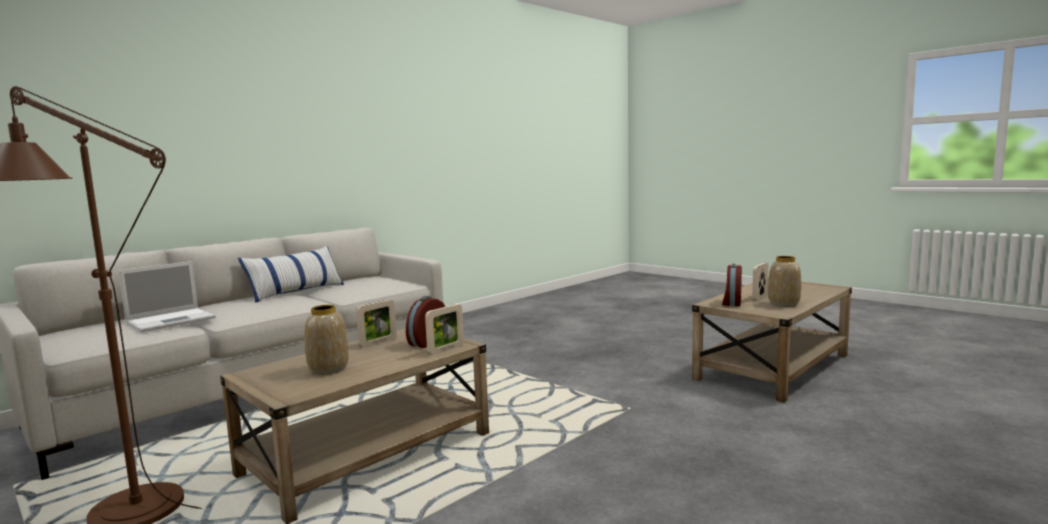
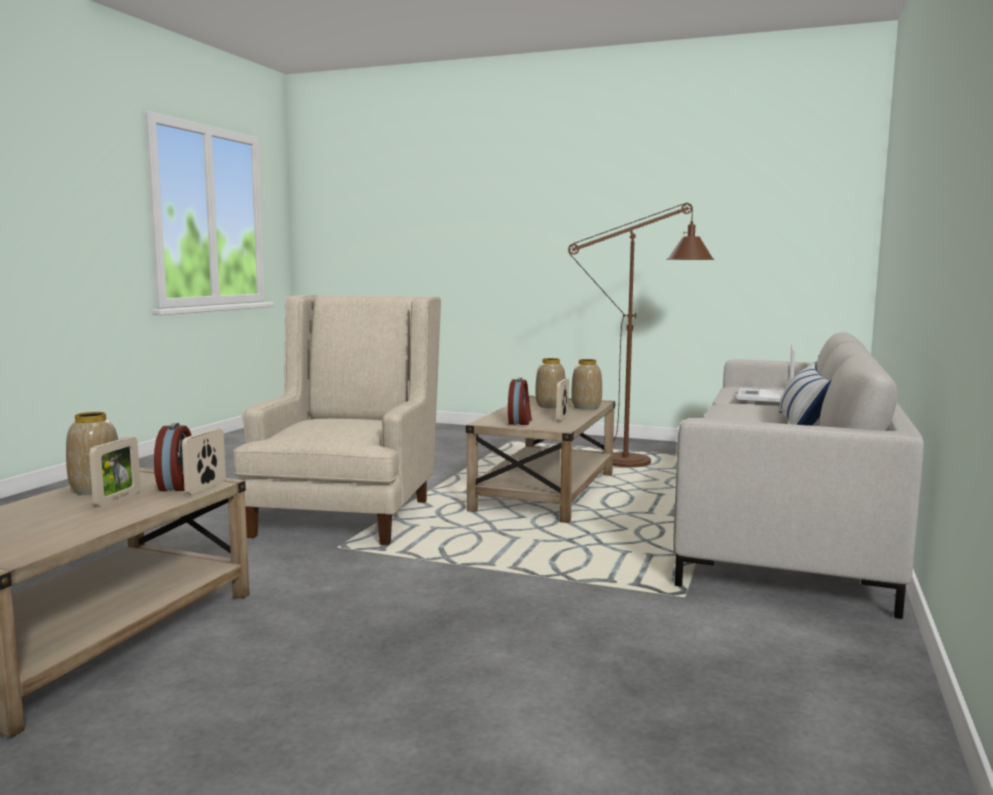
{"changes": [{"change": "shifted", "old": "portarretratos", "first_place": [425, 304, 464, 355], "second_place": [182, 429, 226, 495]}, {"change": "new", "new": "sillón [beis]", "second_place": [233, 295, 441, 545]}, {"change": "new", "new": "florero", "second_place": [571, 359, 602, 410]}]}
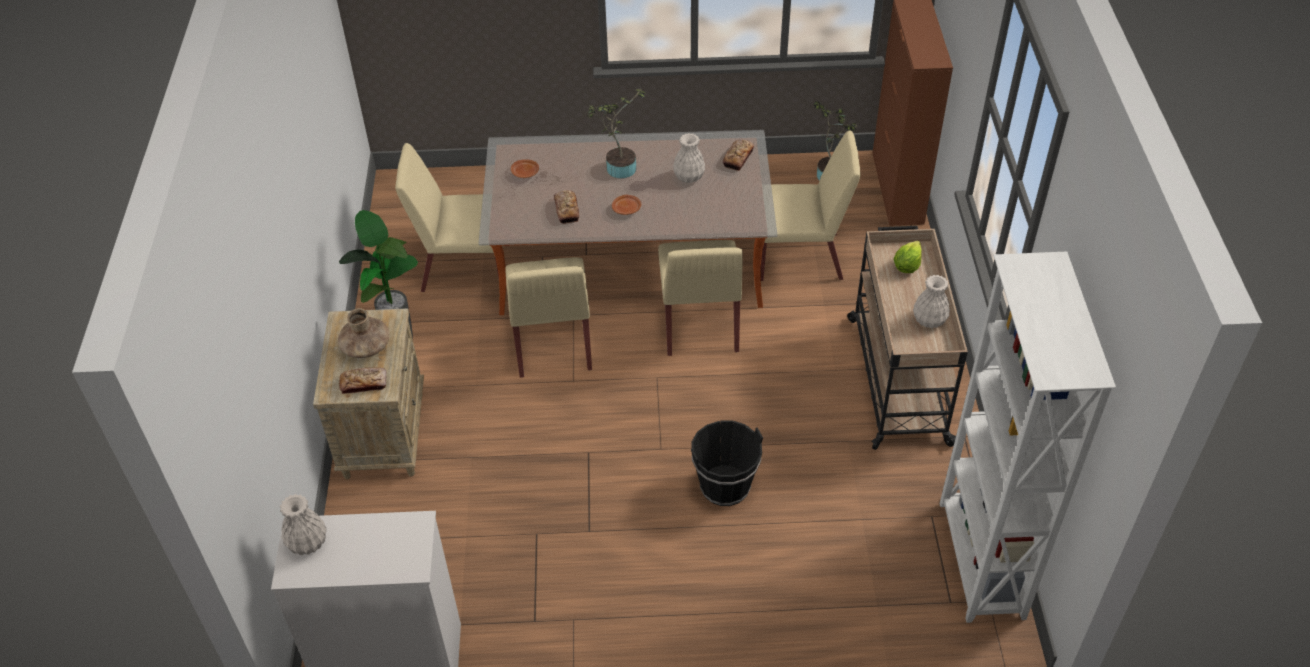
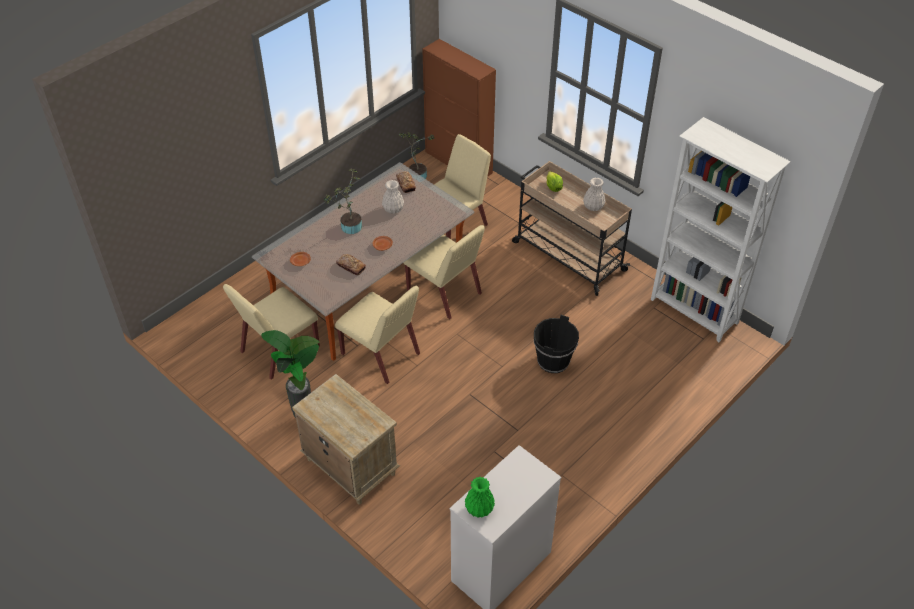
{"changes": [{"change": "repainted", "old": "florero [blanco]", "new": "florero [verde]", "first_place": [280, 494, 326, 555], "second_place": [465, 477, 495, 518]}, {"change": "gone", "old": "florero [marrón]", "first_place": [338, 308, 390, 358]}, {"change": "gone", "old": "pan", "first_place": [339, 367, 386, 394]}]}
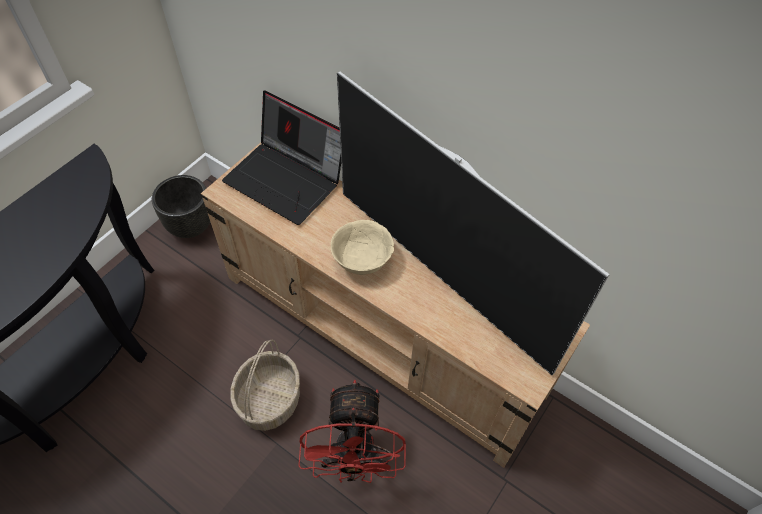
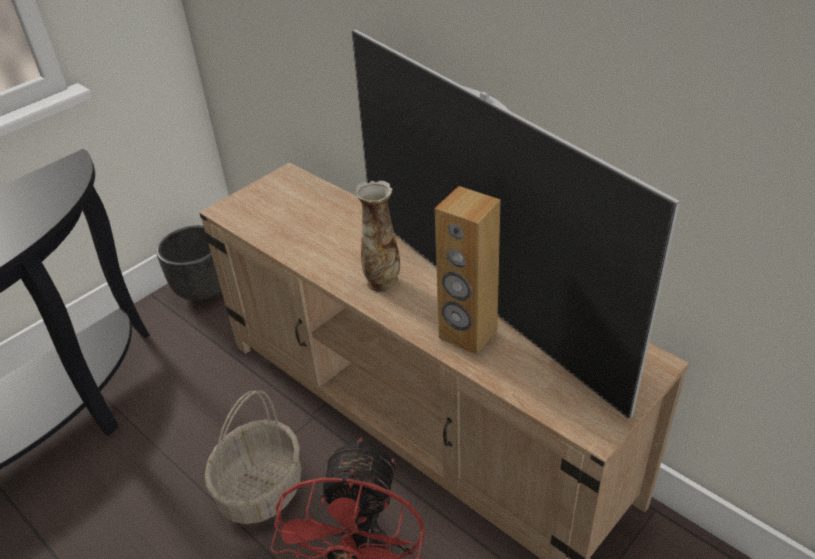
{"changes": [{"change": "gone", "old": "portátil", "first_place": [222, 91, 341, 225]}, {"change": "swapped", "old": "cuenco [beis]", "new": "florero", "first_place": [331, 220, 394, 275], "second_place": [354, 181, 400, 292]}, {"change": "new", "new": "altavoz [marrón]", "second_place": [435, 186, 500, 355]}]}
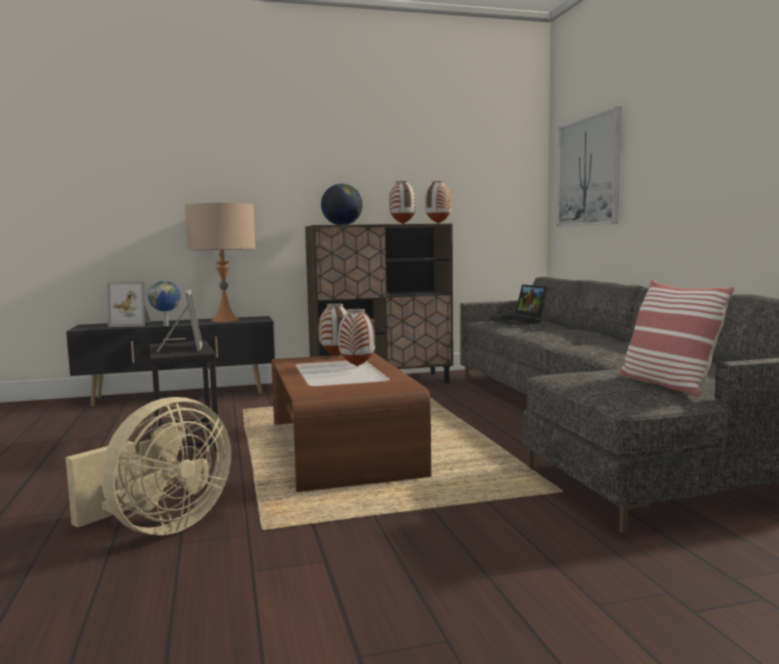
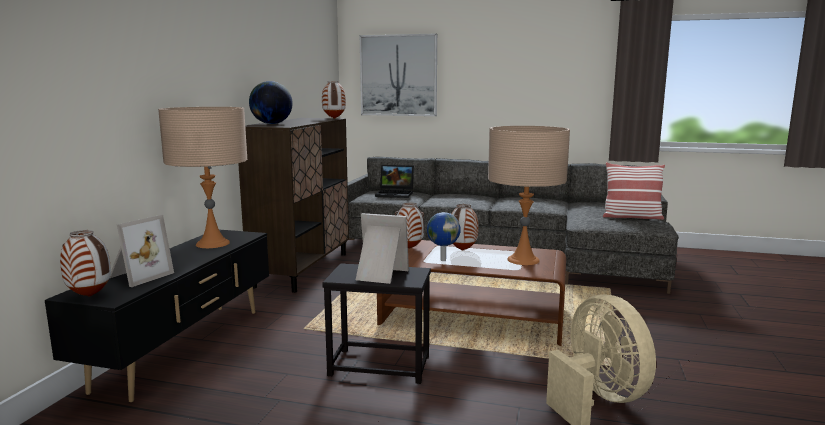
{"changes": [{"change": "shifted", "old": "globo terráqueo", "first_place": [148, 281, 180, 326], "second_place": [427, 212, 461, 261]}, {"change": "shifted", "old": "florero", "first_place": [389, 181, 416, 224], "second_place": [60, 230, 111, 297]}, {"change": "new", "new": "lámpara de mesa [beis]", "second_place": [488, 126, 570, 265]}]}
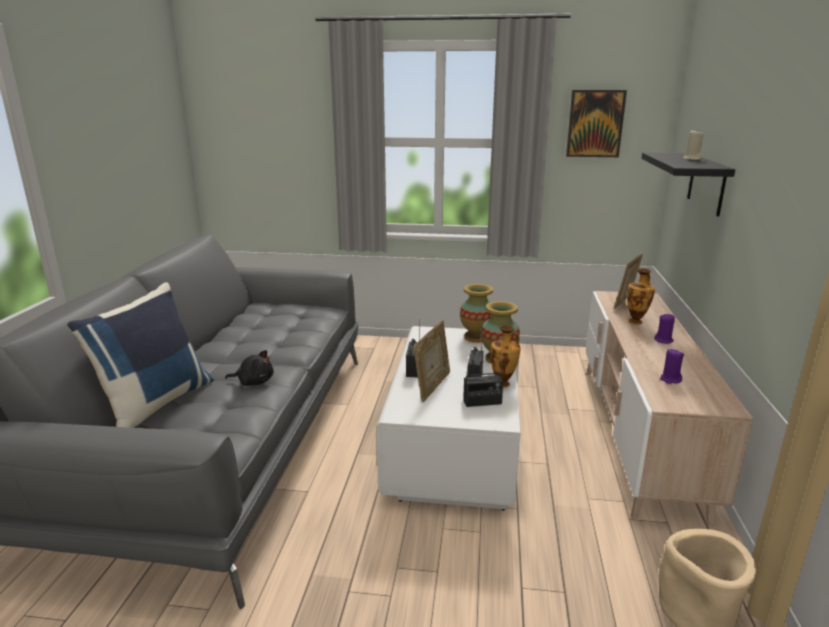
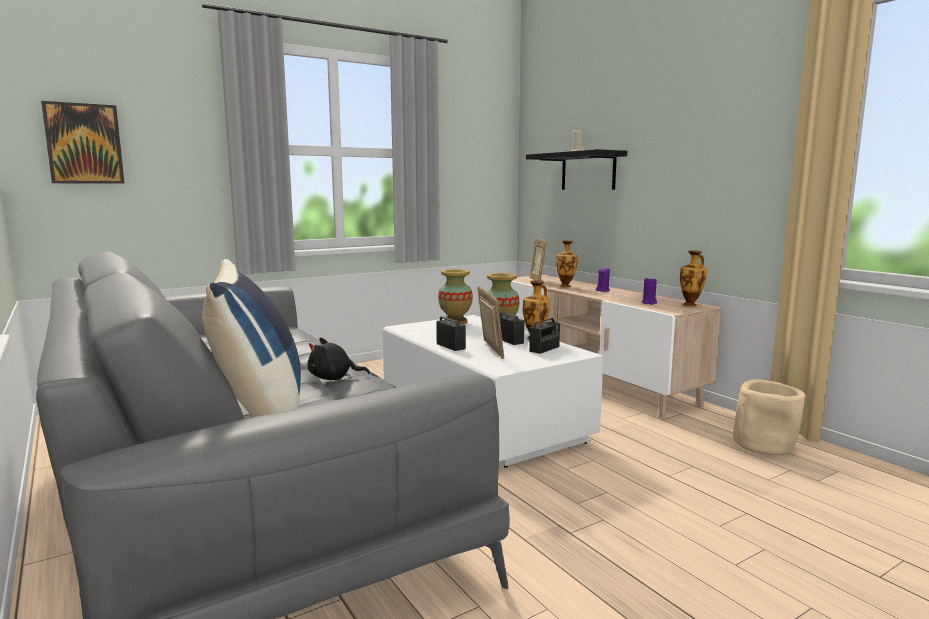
{"changes": [{"change": "rotated", "old": "peluche [negro]", "first_place": [225, 350, 274, 386], "second_place": [307, 338, 370, 380], "degrees": -150}, {"change": "shifted", "old": "cuadro", "first_place": [566, 90, 627, 157], "second_place": [41, 101, 125, 184]}, {"change": "new", "new": "florero", "second_place": [680, 250, 707, 307]}]}
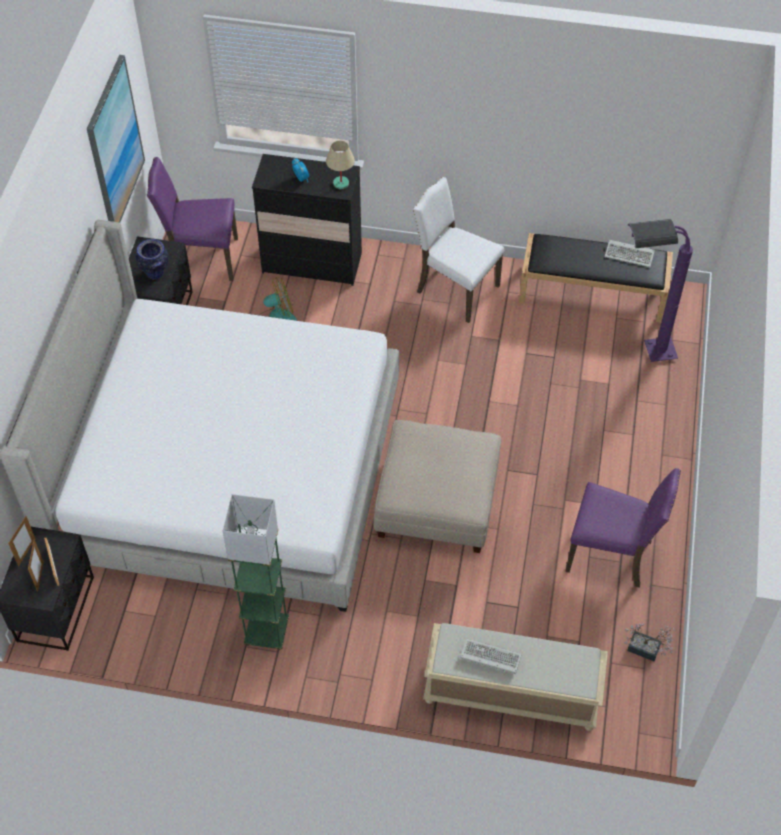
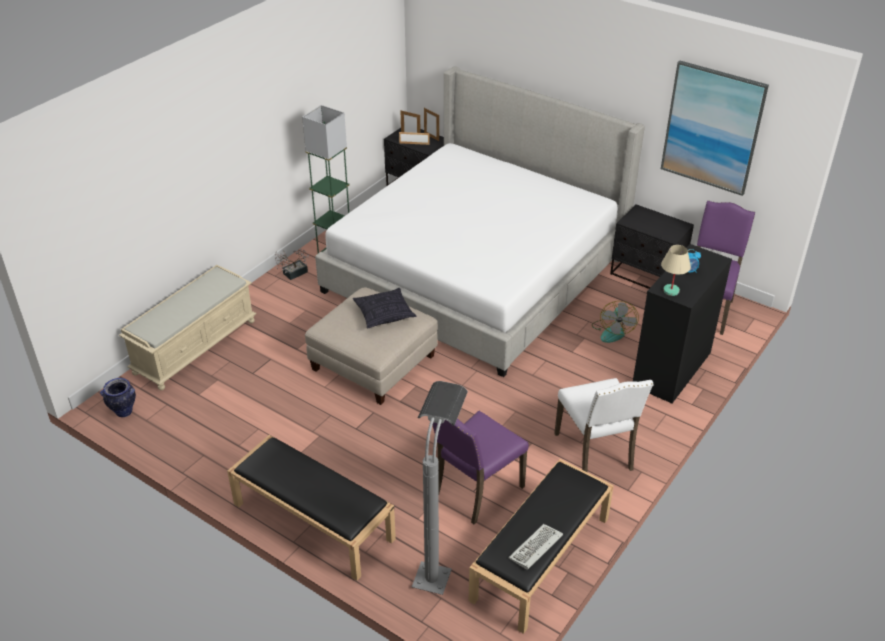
{"changes": [{"change": "shifted", "old": "florero", "first_place": [135, 239, 169, 279], "second_place": [100, 378, 136, 417]}, {"change": "rotated", "old": "silla [blanco]", "first_place": [412, 177, 504, 323], "second_place": [554, 378, 654, 472], "degrees": 105}, {"change": "gone", "old": "teclado", "first_place": [460, 638, 522, 674]}, {"change": "shifted", "old": "silla [morado]", "first_place": [565, 468, 681, 588], "second_place": [433, 411, 529, 524]}, {"change": "shifted", "old": "planta en maceta", "first_place": [624, 623, 676, 661], "second_place": [275, 249, 309, 280]}, {"change": "repainted", "old": "lámpara de pie [morado]", "new": "lámpara de pie [gris]", "first_place": [628, 219, 693, 362], "second_place": [412, 381, 468, 595]}, {"change": "new", "new": "banco [negro]", "second_place": [227, 435, 396, 581]}, {"change": "new", "new": "cojín", "second_place": [353, 288, 416, 329]}]}
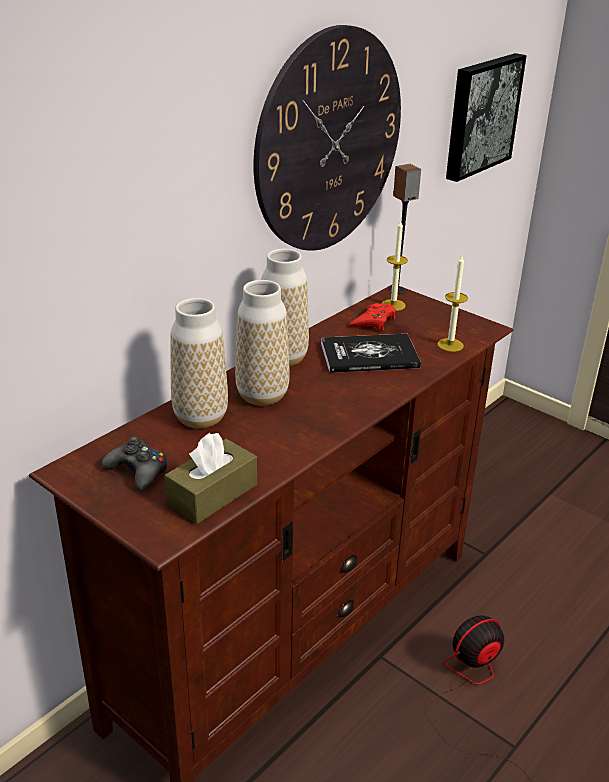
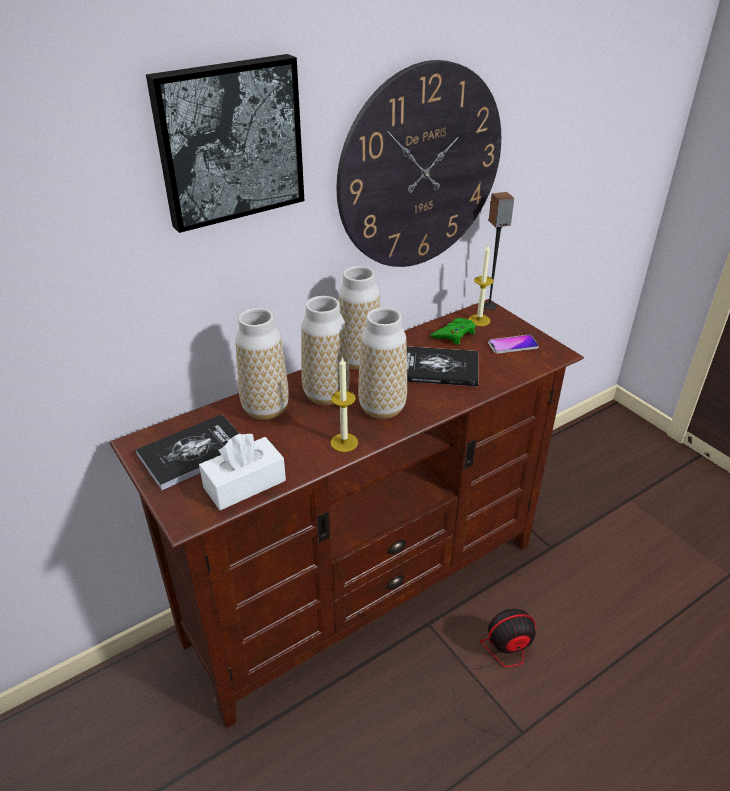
{"changes": [{"change": "swapped", "old": "mando de consola [negro]", "new": "libro", "first_place": [102, 436, 167, 490], "second_place": [136, 414, 239, 490]}, {"change": "repainted", "old": "caja de pañuelos [marrón]", "new": "caja de pañuelos [blanco]", "first_place": [164, 433, 257, 524], "second_place": [199, 433, 286, 510]}, {"change": "repainted", "old": "mando de consola [rojo]", "new": "mando de consola [verde]", "first_place": [349, 303, 396, 330], "second_place": [430, 318, 476, 345]}, {"change": "shifted", "old": "vela", "first_place": [437, 255, 468, 352], "second_place": [331, 357, 358, 452]}, {"change": "shifted", "old": "cuadro", "first_place": [446, 53, 527, 182], "second_place": [146, 54, 304, 233]}, {"change": "new", "new": "florero", "second_place": [358, 307, 407, 419]}, {"change": "new", "new": "móvil", "second_place": [488, 335, 539, 354]}]}
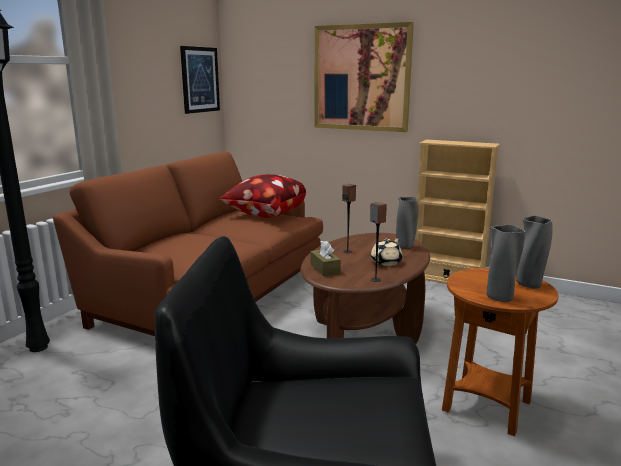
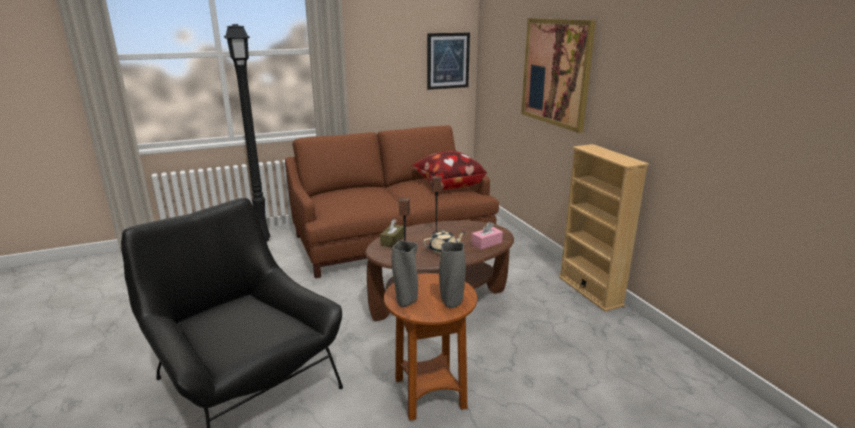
{"changes": [{"change": "swapped", "old": "florero [gris]", "new": "caja de pañuelos [rosa]", "first_place": [396, 197, 418, 249], "second_place": [471, 222, 503, 250]}]}
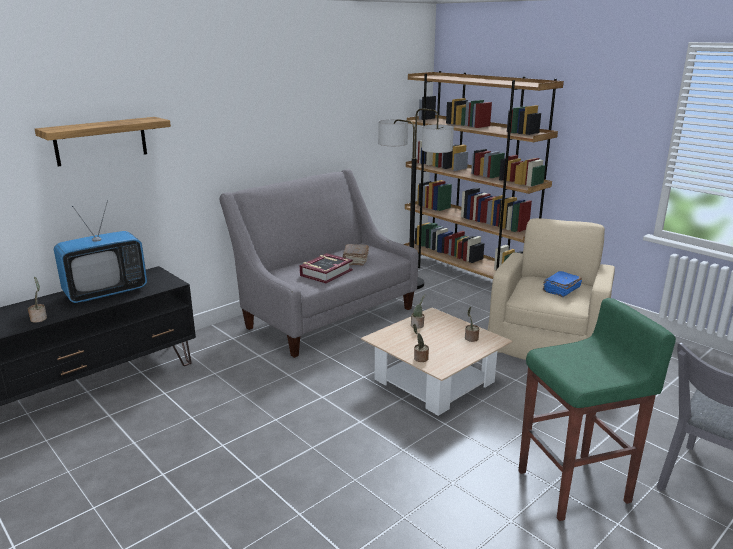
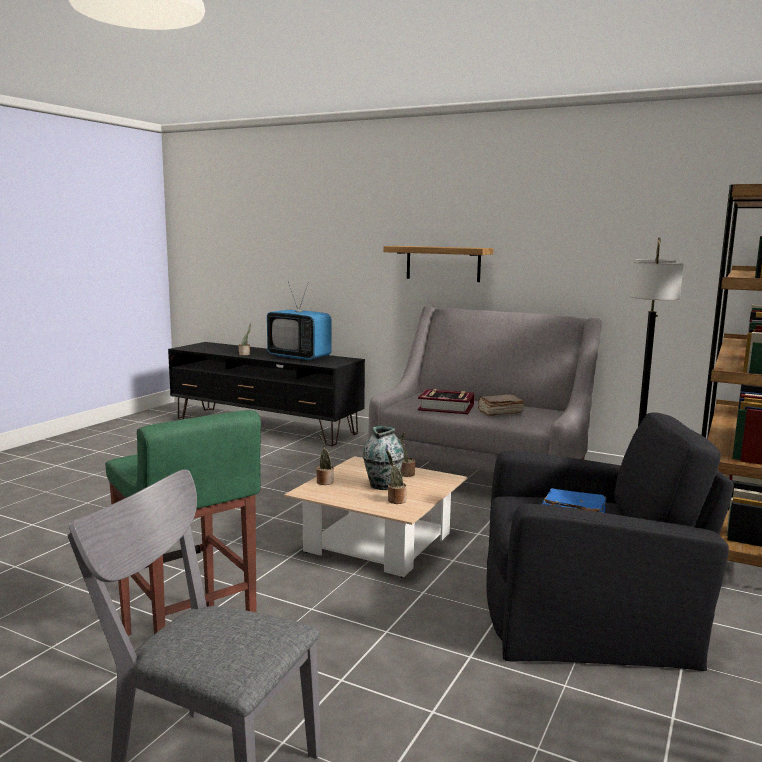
{"changes": [{"change": "shifted", "old": "estante", "first_place": [35, 117, 171, 166], "second_place": [383, 246, 494, 282]}, {"change": "repainted", "old": "sillón [beis]", "new": "sillón [negro]", "first_place": [488, 218, 615, 360], "second_place": [486, 412, 734, 671]}, {"change": "new", "new": "florero", "second_place": [363, 426, 404, 490]}]}
